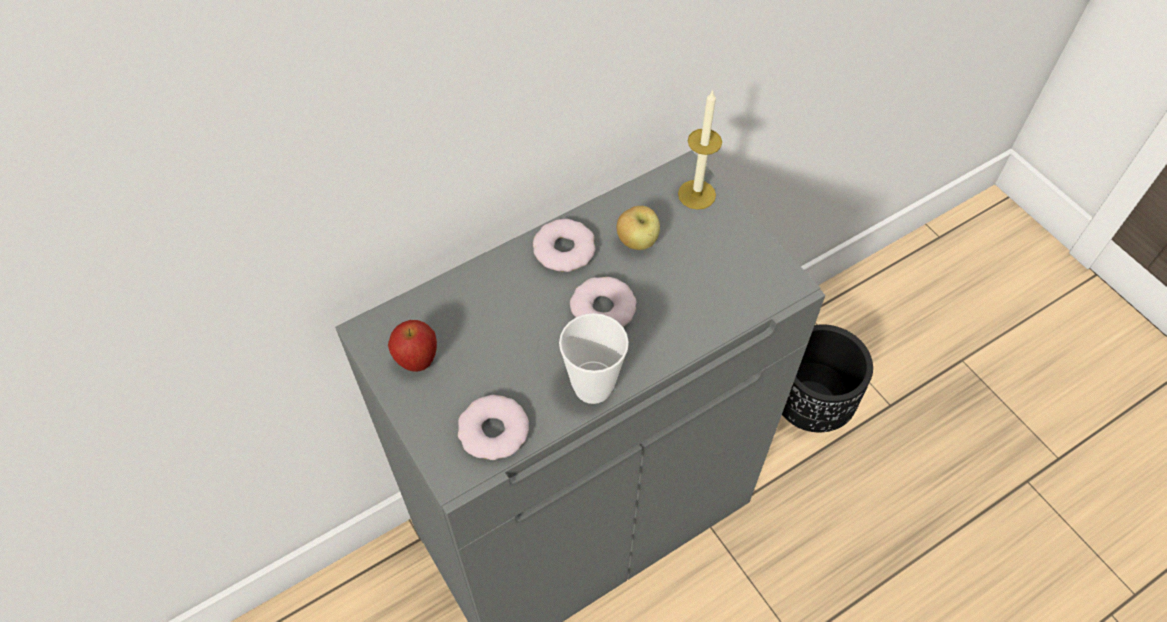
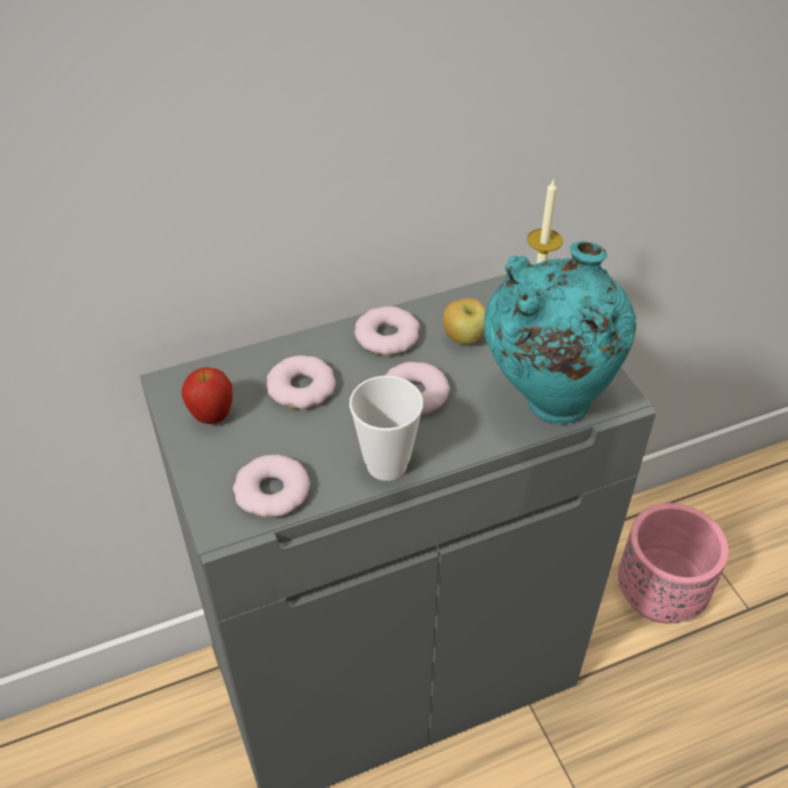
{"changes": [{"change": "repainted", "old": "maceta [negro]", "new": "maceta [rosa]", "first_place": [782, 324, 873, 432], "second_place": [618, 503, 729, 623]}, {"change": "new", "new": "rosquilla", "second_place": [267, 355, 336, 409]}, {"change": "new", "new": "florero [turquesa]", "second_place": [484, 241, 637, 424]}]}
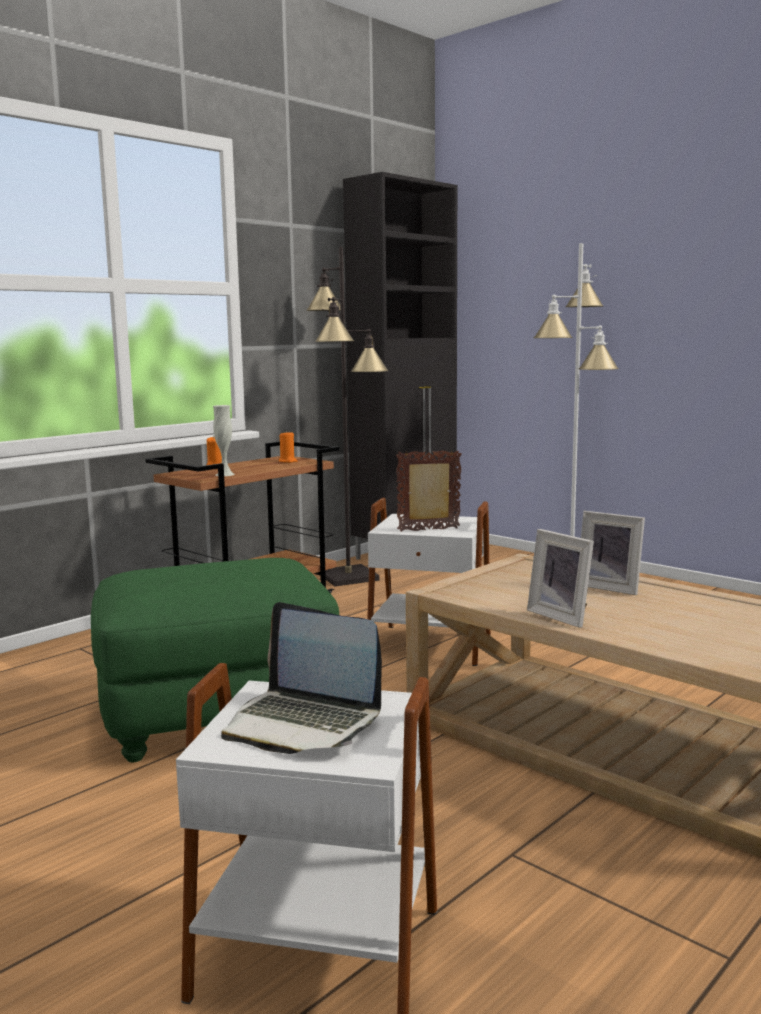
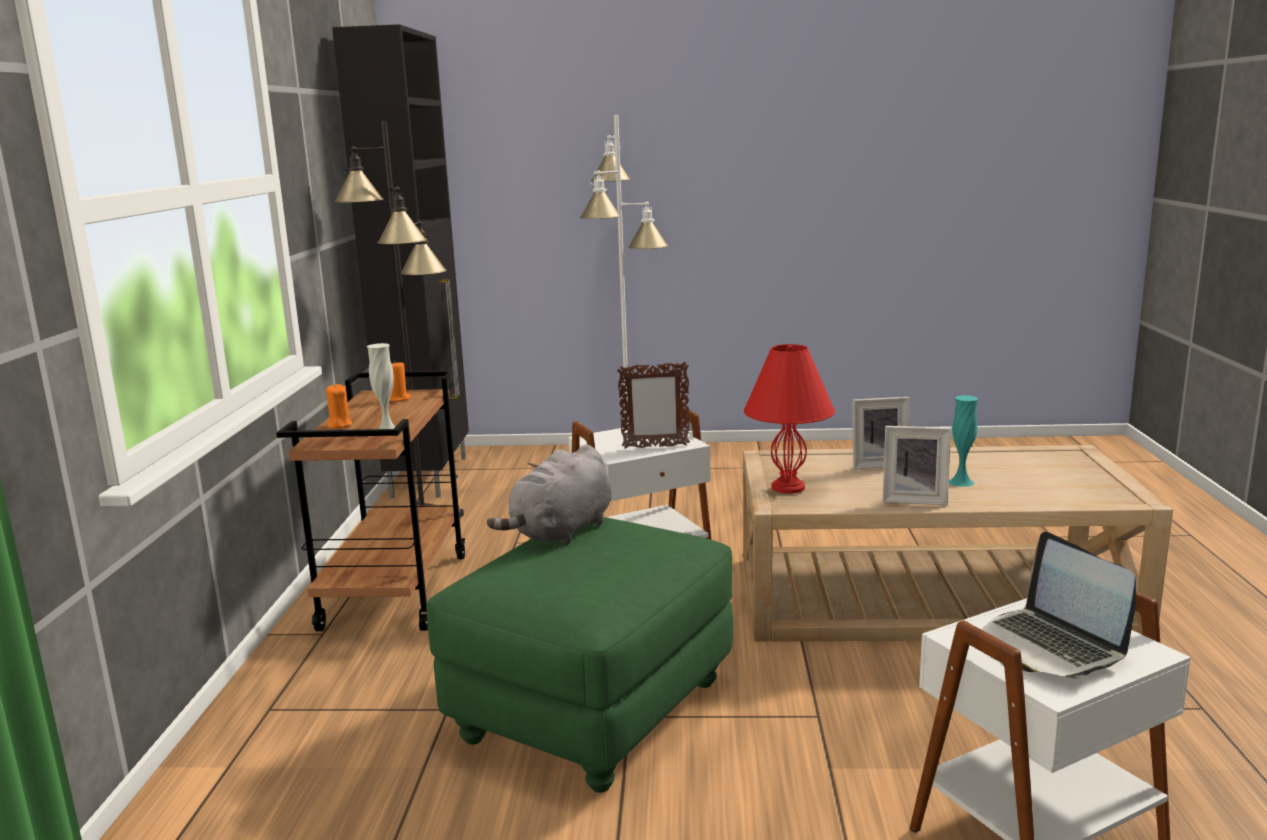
{"changes": [{"change": "rotated", "old": "portátil", "first_place": [221, 602, 382, 754], "second_place": [981, 532, 1136, 679], "degrees": 75}, {"change": "rotated", "old": "portarretratos", "first_place": [396, 450, 462, 532], "second_place": [617, 361, 690, 449], "degrees": -135}, {"change": "new", "new": "peluche [gris]", "second_place": [487, 444, 612, 545]}, {"change": "new", "new": "lámpara de mesa [rojo]", "second_place": [744, 344, 835, 494]}, {"change": "new", "new": "florero [turquesa]", "second_place": [949, 395, 978, 487]}]}
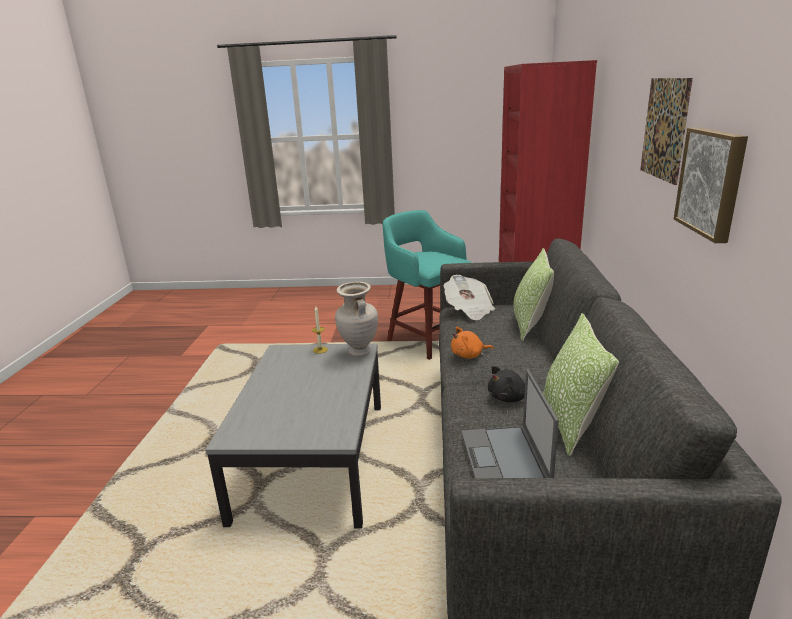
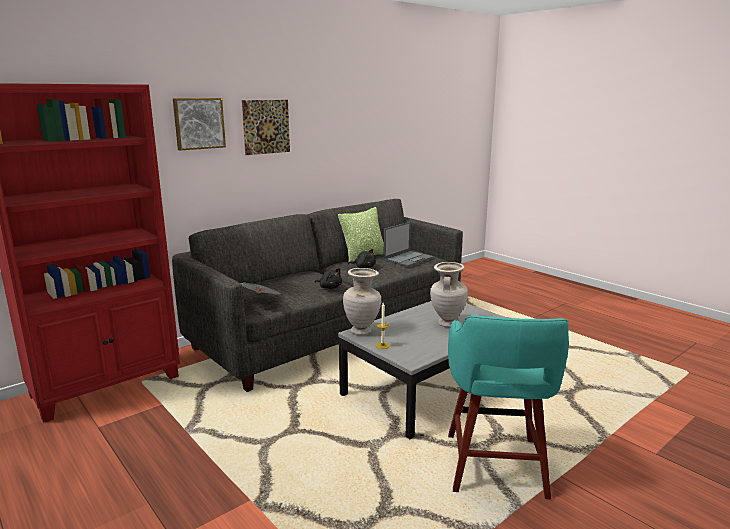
{"changes": [{"change": "shifted", "old": "taburete [turquesa]", "first_place": [383, 210, 472, 360], "second_place": [448, 315, 569, 499]}, {"change": "repainted", "old": "peluche [naranja]", "new": "peluche [negro]", "first_place": [451, 327, 494, 359], "second_place": [315, 268, 342, 289]}, {"change": "gone", "old": "cojín", "first_place": [513, 248, 554, 341]}, {"change": "shifted", "old": "cuadro", "first_place": [674, 127, 748, 243], "second_place": [173, 98, 226, 151]}, {"change": "new", "new": "florero [beis]", "second_place": [430, 262, 468, 328]}]}
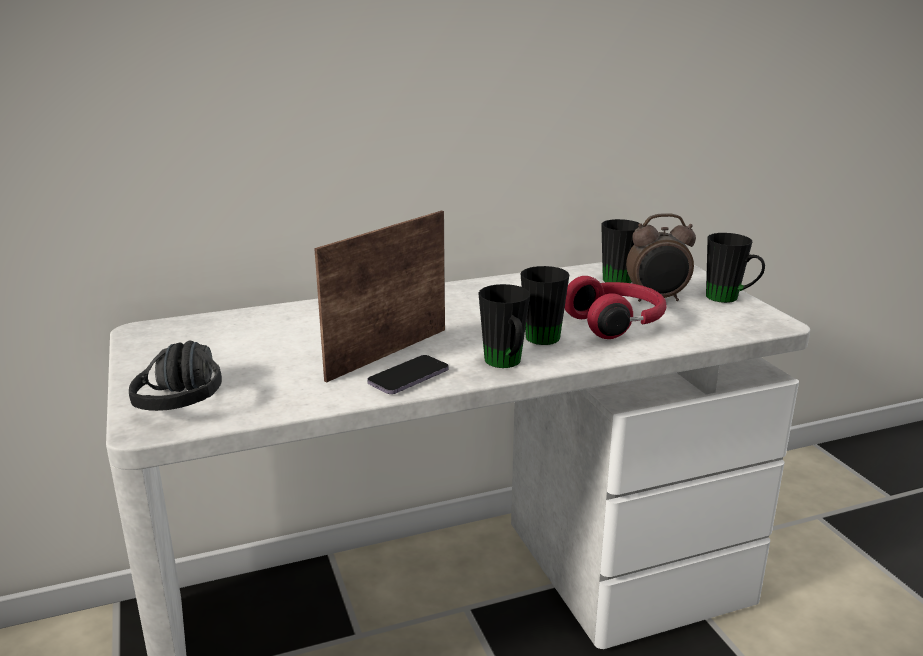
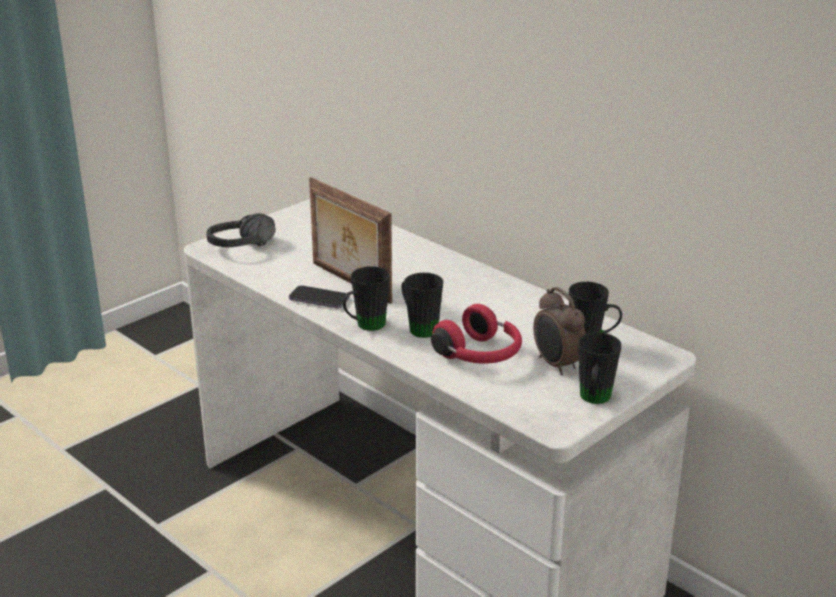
{"changes": [{"change": "rotated", "old": "portarretratos", "first_place": [314, 211, 445, 382], "second_place": [309, 177, 392, 304], "degrees": -150}]}
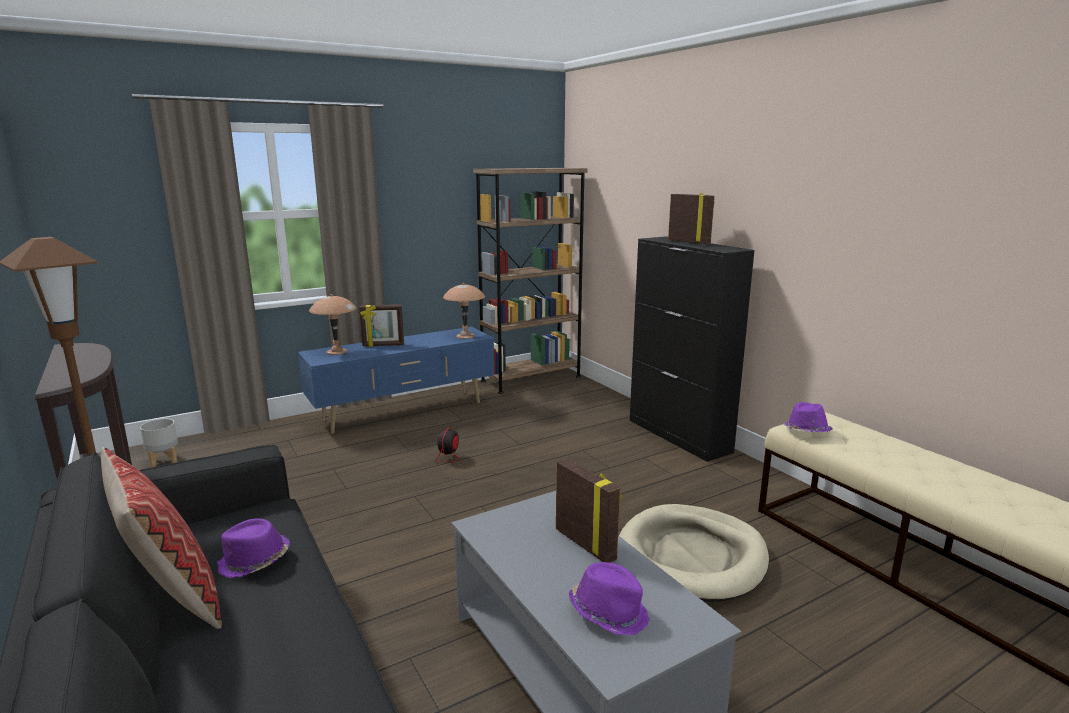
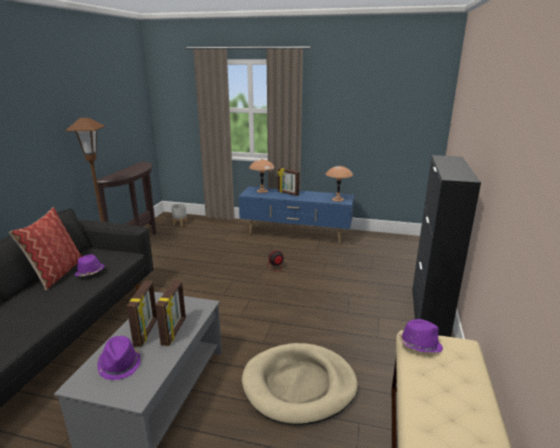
{"changes": [{"change": "gone", "old": "estantería [marrón]", "first_place": [473, 168, 587, 394]}, {"change": "shifted", "old": "portarretratos", "first_place": [668, 193, 715, 244], "second_place": [127, 281, 157, 347]}]}
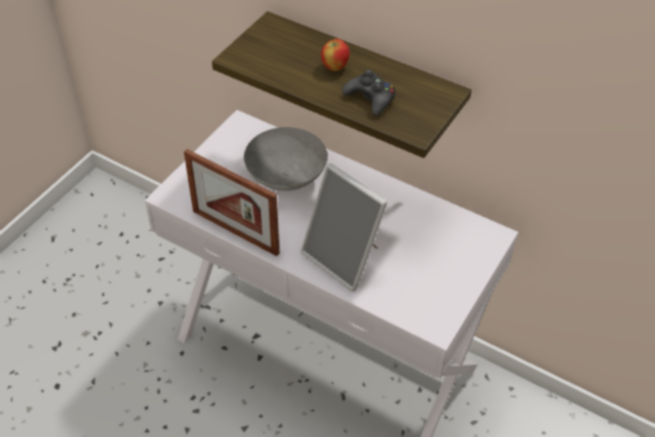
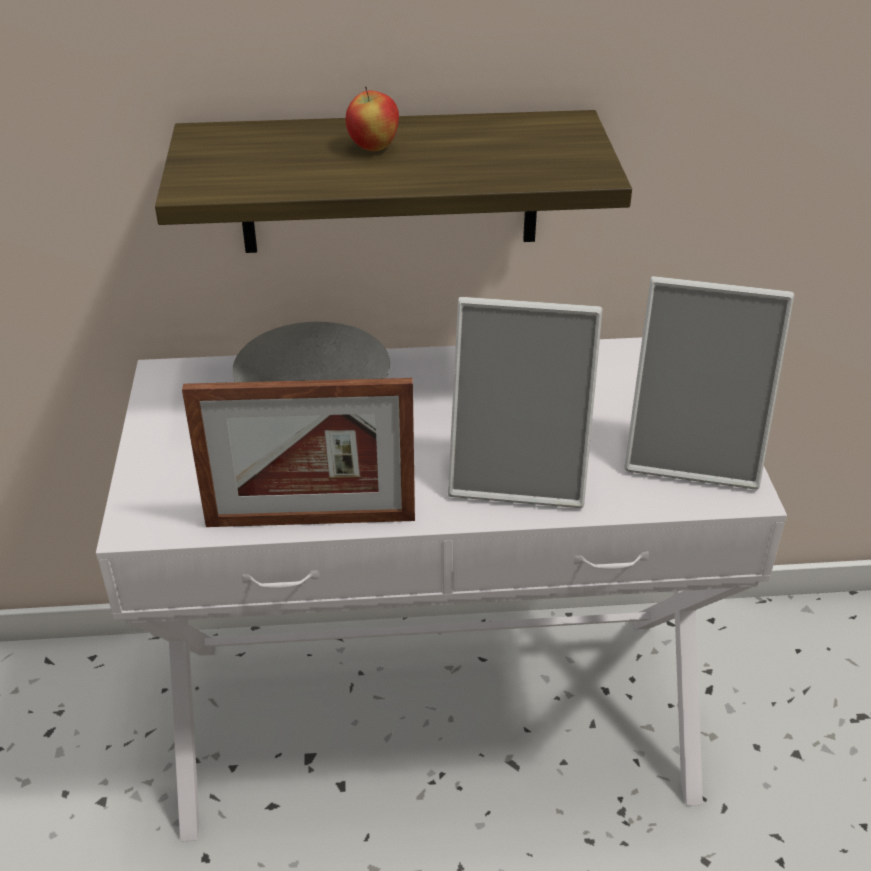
{"changes": [{"change": "gone", "old": "mando de consola [negro]", "first_place": [342, 69, 395, 116]}, {"change": "new", "new": "portarretratos", "second_place": [624, 276, 794, 490]}]}
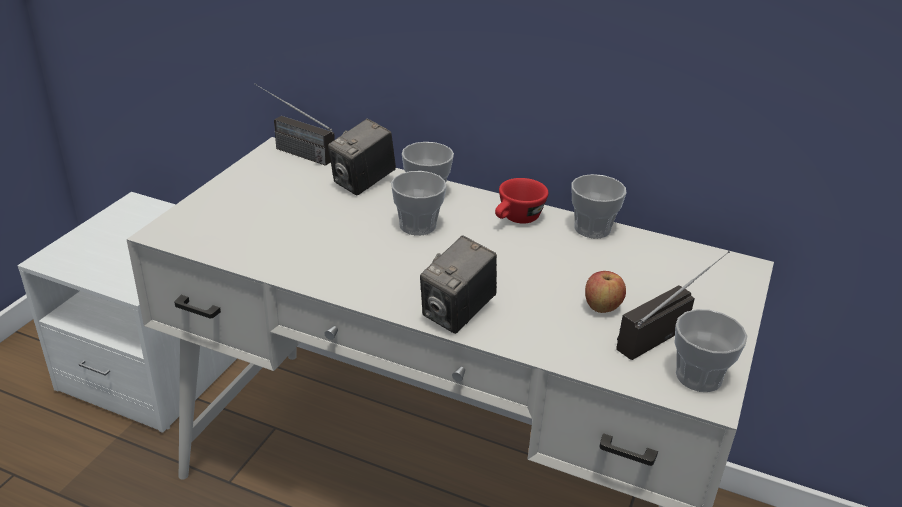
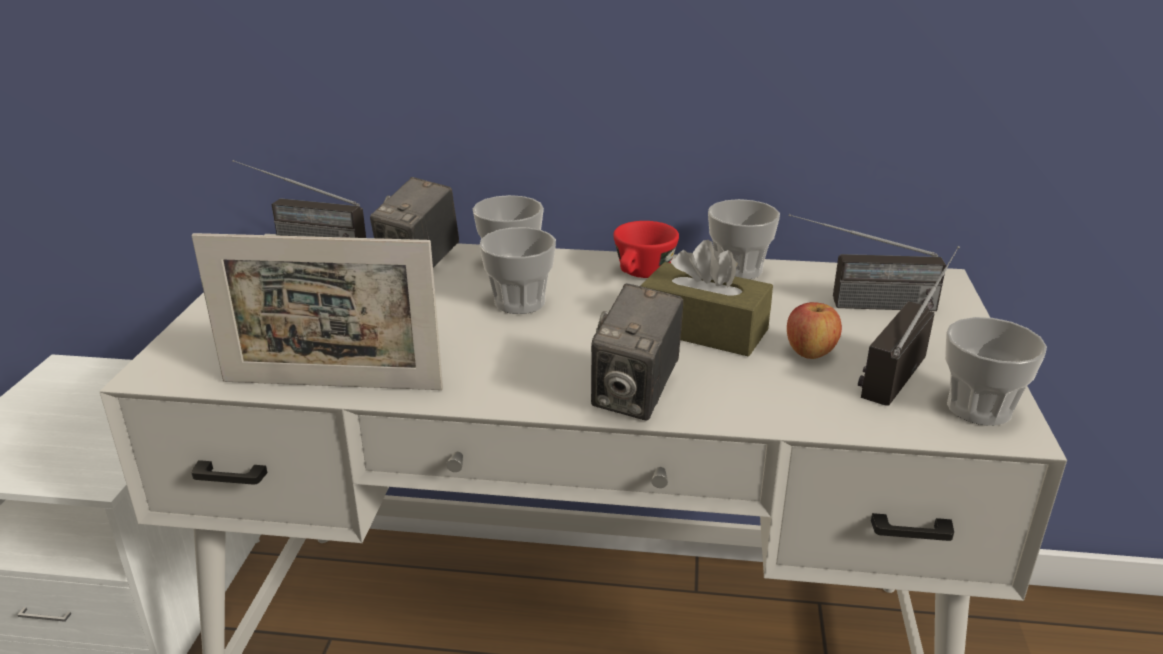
{"changes": [{"change": "new", "new": "portarretratos", "second_place": [191, 233, 443, 390]}, {"change": "new", "new": "caja de pañuelos [marrón]", "second_place": [640, 240, 773, 356]}, {"change": "new", "new": "radio", "second_place": [789, 214, 946, 311]}]}
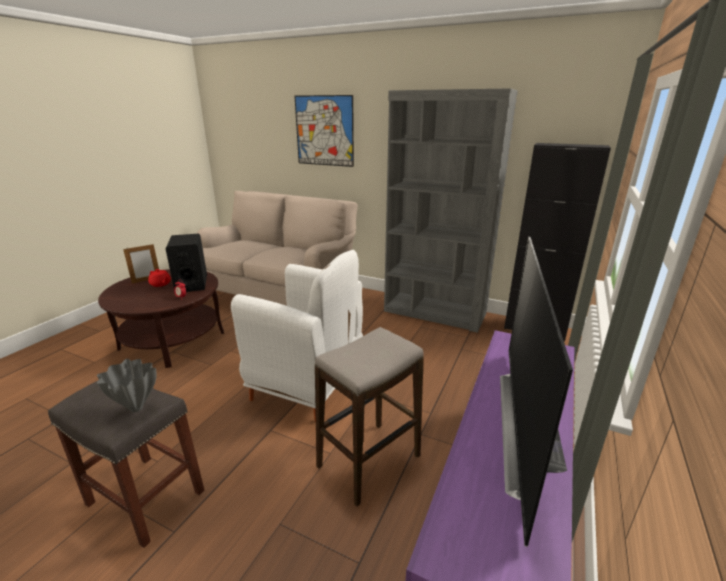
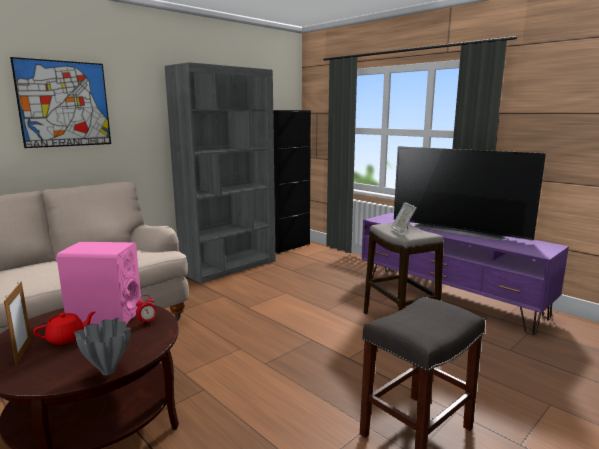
{"changes": [{"change": "shifted", "old": "florero [gris]", "first_place": [97, 359, 157, 412], "second_place": [74, 317, 131, 375]}, {"change": "repainted", "old": "altavoz [negro]", "new": "altavoz [rosa]", "first_place": [166, 234, 207, 292], "second_place": [56, 242, 142, 325]}, {"change": "gone", "old": "sillón [blanco]", "first_place": [231, 250, 363, 422]}, {"change": "new", "new": "portarretratos", "second_place": [392, 202, 417, 234]}]}
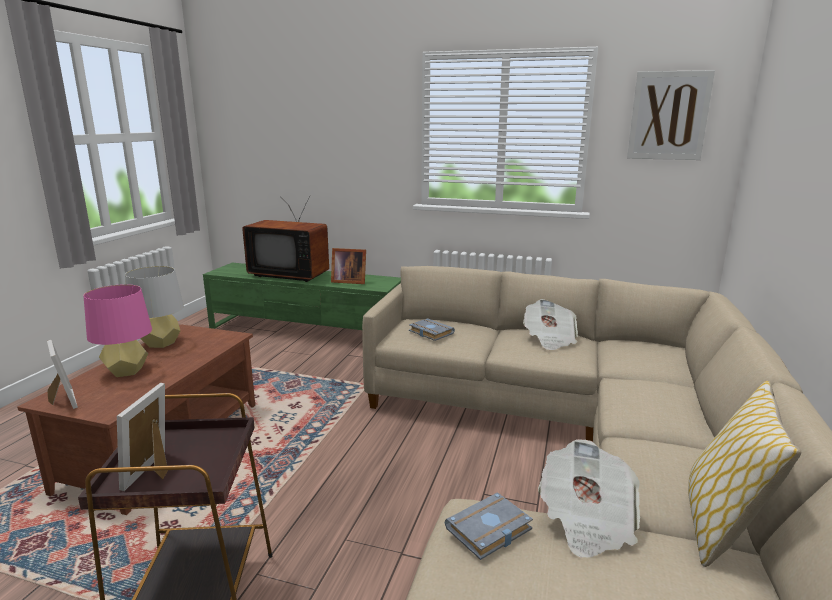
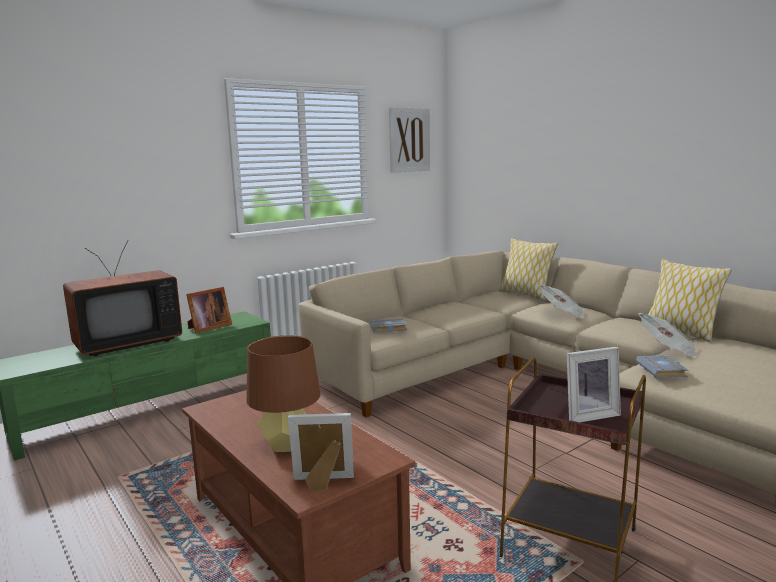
{"changes": [{"change": "repainted", "old": "lámpara de mesa [rosa]", "new": "lámpara de mesa [marrón]", "first_place": [83, 284, 152, 377], "second_place": [246, 335, 320, 452]}, {"change": "rotated", "old": "portarretratos", "first_place": [117, 383, 168, 491], "second_place": [567, 347, 621, 422], "degrees": -60}, {"change": "gone", "old": "lámpara de mesa [gris]", "first_place": [125, 266, 184, 348]}, {"change": "shifted", "old": "periódico", "first_place": [523, 299, 578, 350], "second_place": [539, 285, 584, 318]}, {"change": "new", "new": "cojín", "second_place": [499, 238, 558, 300]}]}
